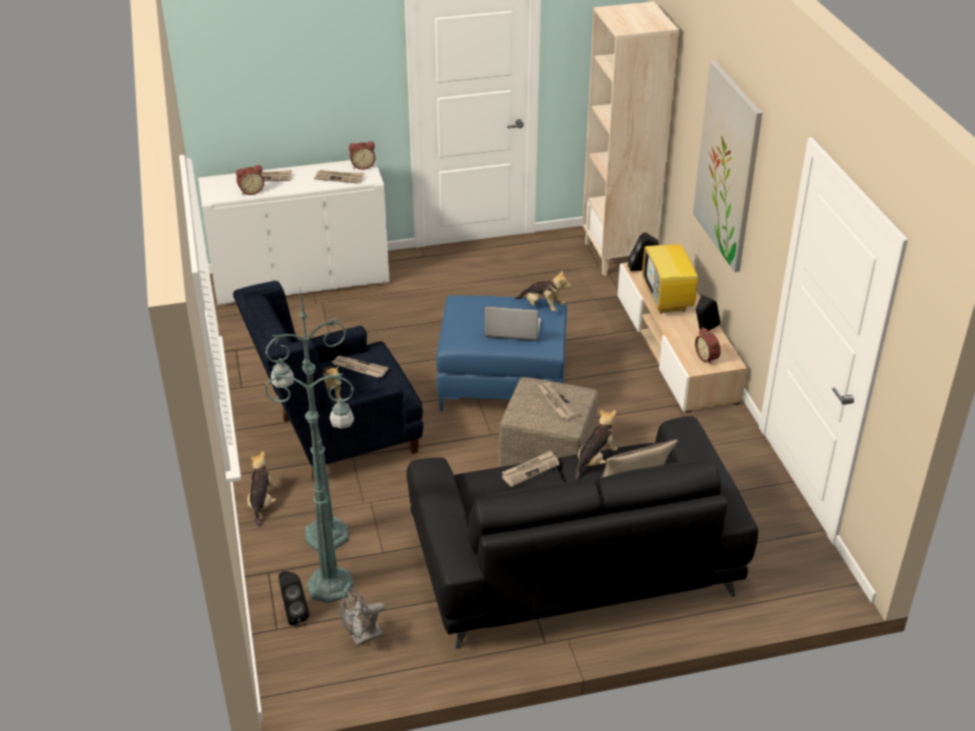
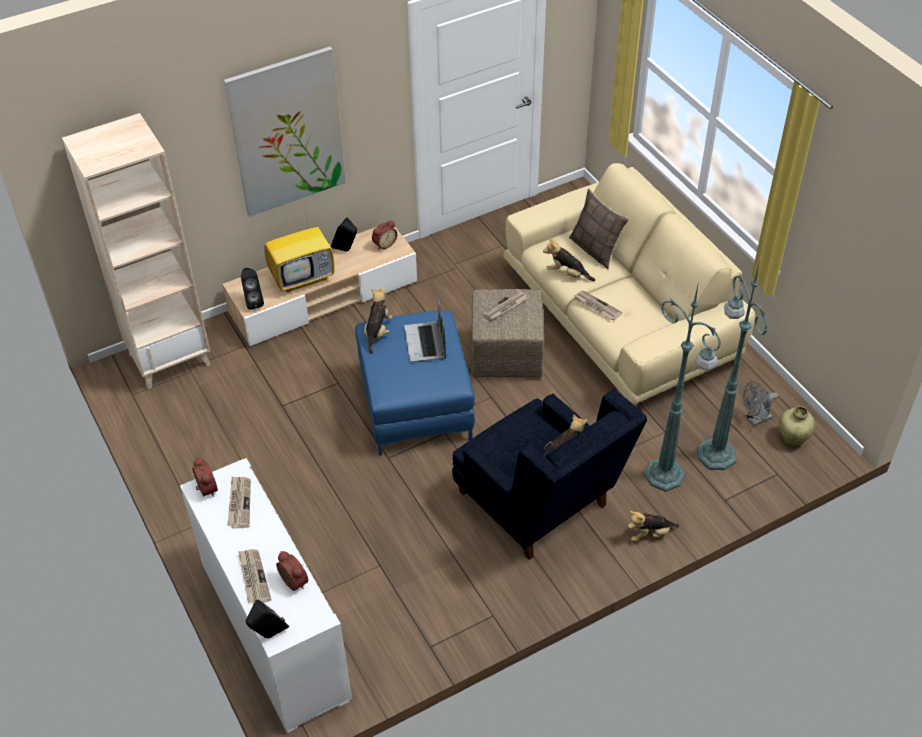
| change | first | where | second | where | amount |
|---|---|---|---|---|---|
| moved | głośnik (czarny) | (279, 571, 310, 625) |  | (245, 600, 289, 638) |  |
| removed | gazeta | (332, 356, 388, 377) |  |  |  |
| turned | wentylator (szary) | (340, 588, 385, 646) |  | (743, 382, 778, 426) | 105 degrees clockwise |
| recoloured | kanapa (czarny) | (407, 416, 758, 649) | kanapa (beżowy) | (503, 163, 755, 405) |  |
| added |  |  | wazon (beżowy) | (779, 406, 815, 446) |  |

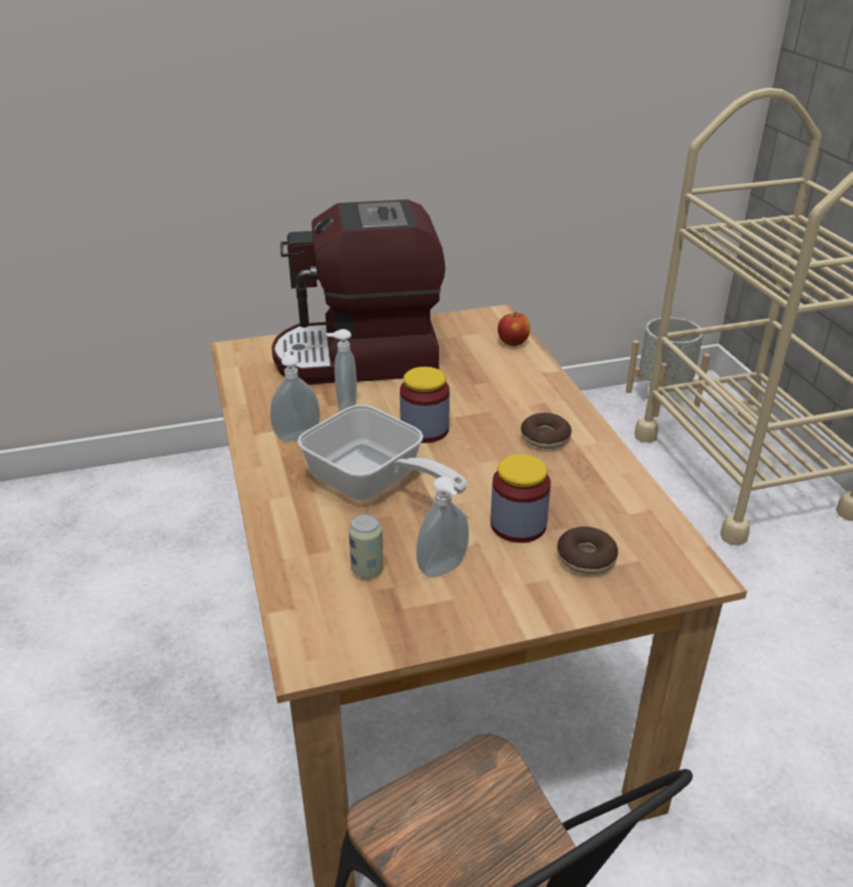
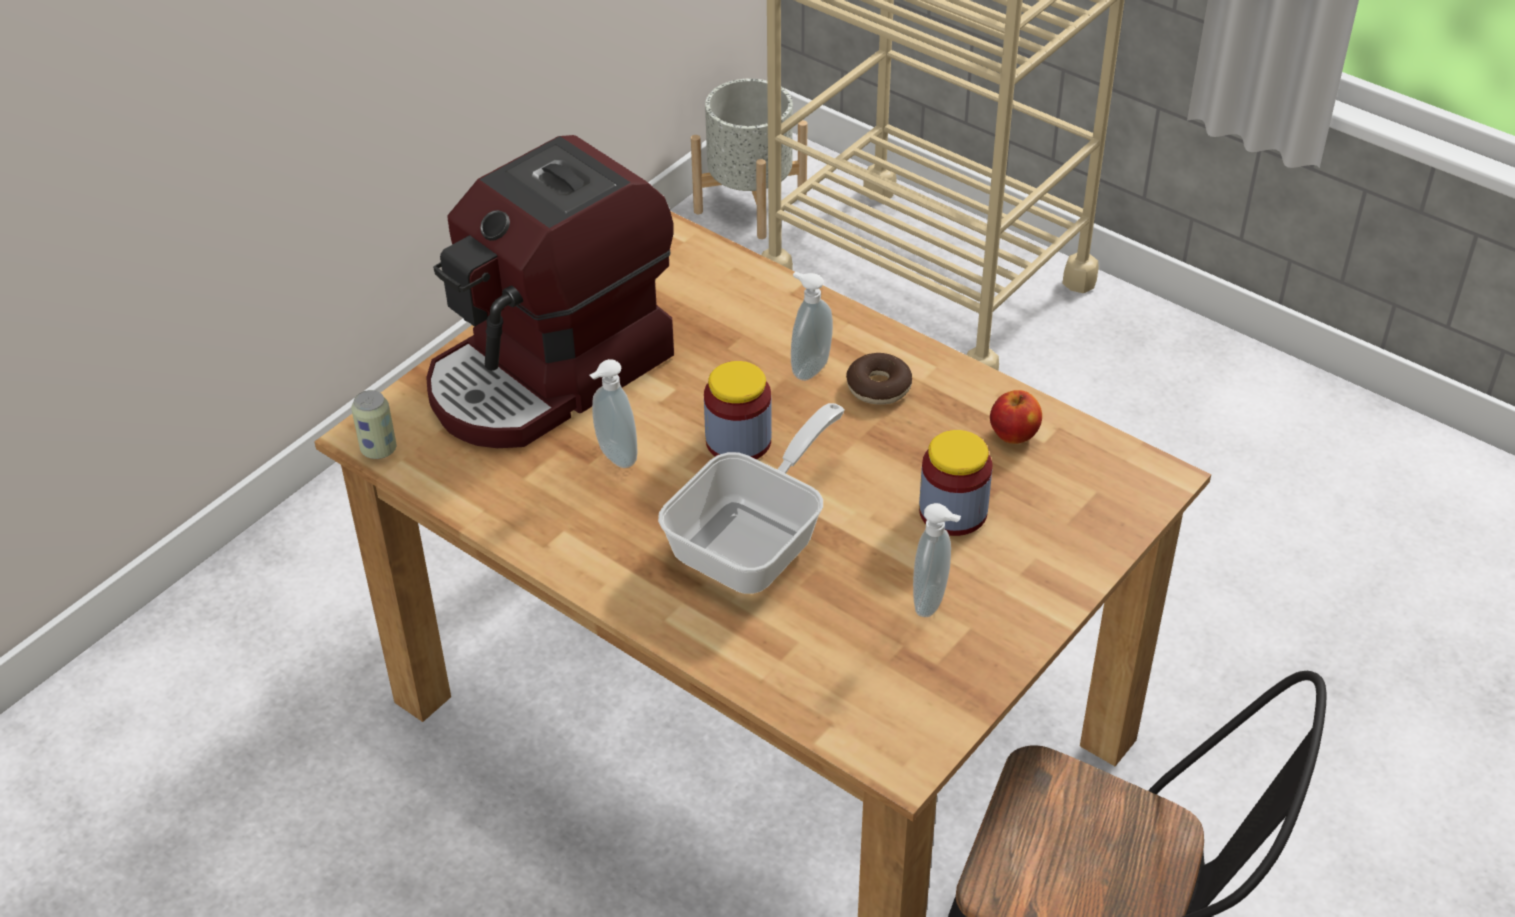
| change | first | where | second | where | amount |
|---|---|---|---|---|---|
| moved | dozownik mydła | (270, 352, 320, 441) |  | (791, 271, 833, 381) |  |
| turned | patelnia | (297, 405, 467, 500) |  | (658, 403, 845, 594) | 60 degrees counterclockwise |
| moved | puszka | (349, 514, 383, 578) |  | (351, 390, 397, 459) |  |
| moved | jabłko | (498, 312, 530, 346) |  | (990, 390, 1042, 444) |  |
| removed | donut | (557, 527, 618, 574) |  |  |  |

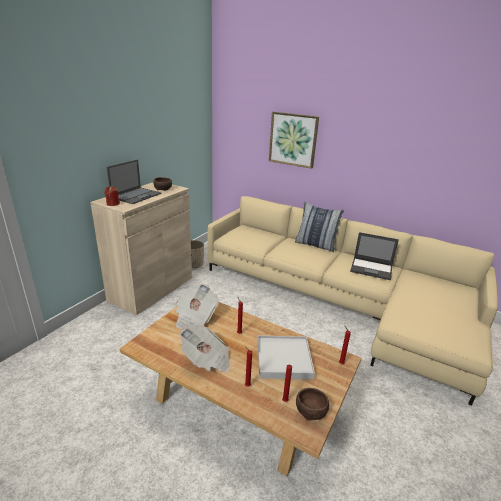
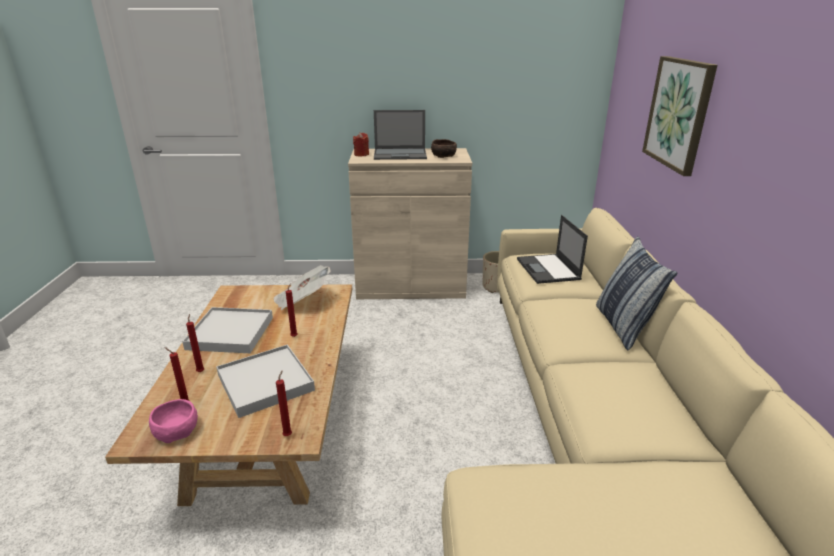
| change | first | where | second | where | amount |
|---|---|---|---|---|---|
| replaced | gazeta | (180, 326, 230, 372) | taca (biały) | (182, 307, 273, 353) |  |
| recoloured | miska (brązowy) | (296, 388, 329, 421) | miska (różowy) | (149, 399, 198, 443) |  |
| moved | laptop | (350, 232, 399, 280) |  | (517, 215, 588, 284) |  |

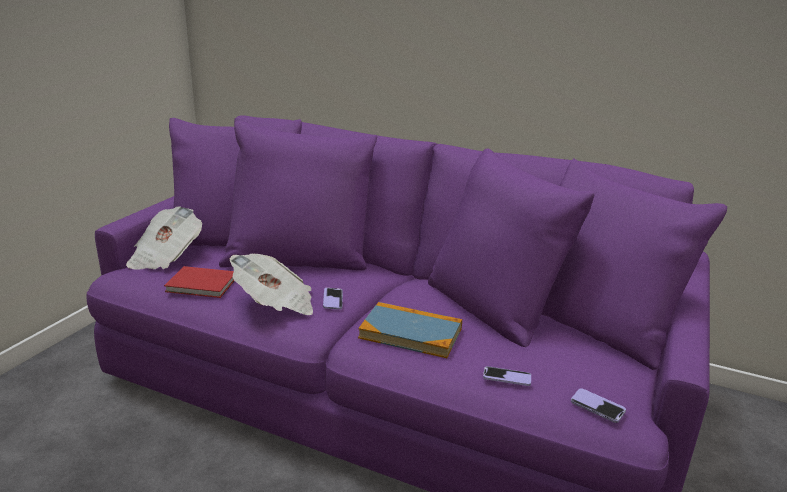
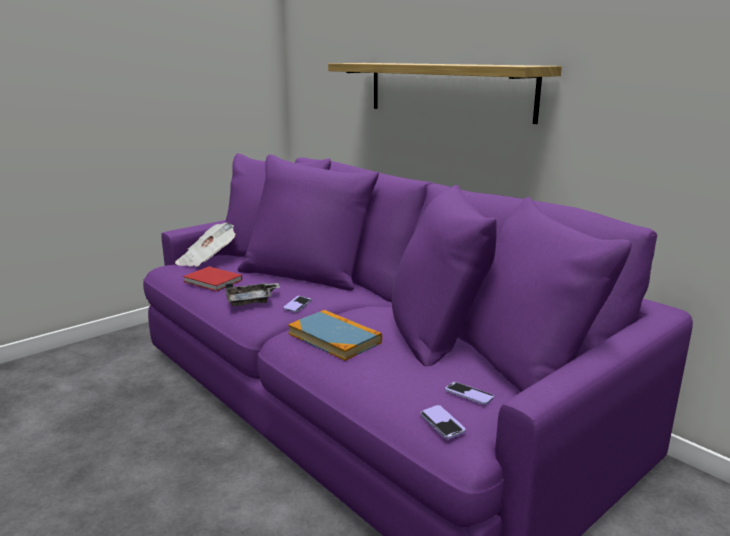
| change | first | where | second | where | amount |
|---|---|---|---|---|---|
| replaced | gazeta | (229, 254, 313, 315) | taca (szary) | (225, 282, 280, 306) |  |
| moved | telefon | (483, 366, 531, 386) |  | (445, 382, 494, 405) |  |
| added |  |  | półka | (328, 63, 562, 124) |  |

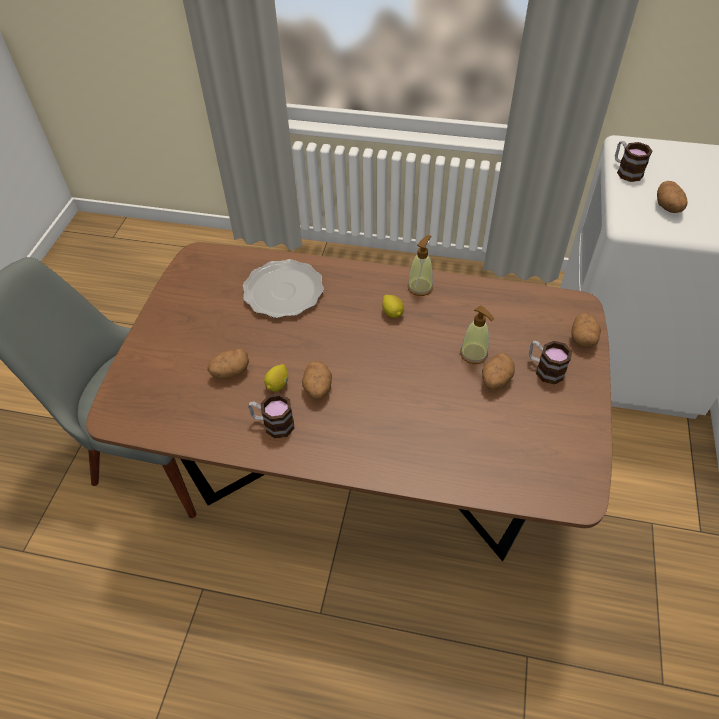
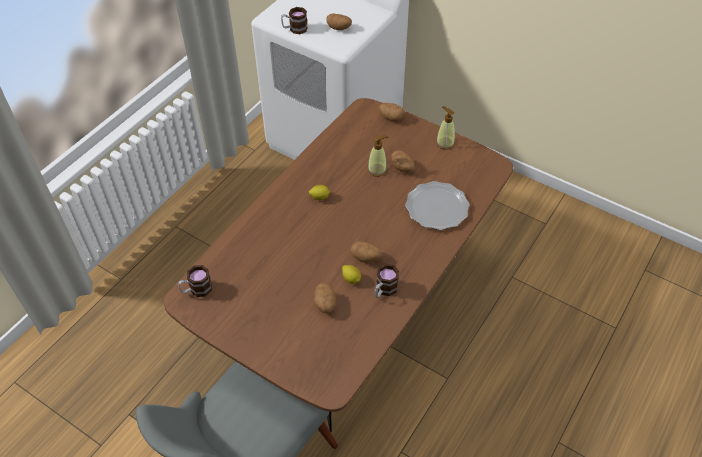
| change | first | where | second | where | amount |
|---|---|---|---|---|---|
| moved | talerz | (243, 259, 324, 318) |  | (405, 181, 470, 230) |  |
| moved | dozownik mydła | (408, 235, 433, 296) |  | (436, 106, 455, 150) |  |
| moved | kubek | (529, 340, 572, 385) |  | (178, 265, 212, 297) |  |

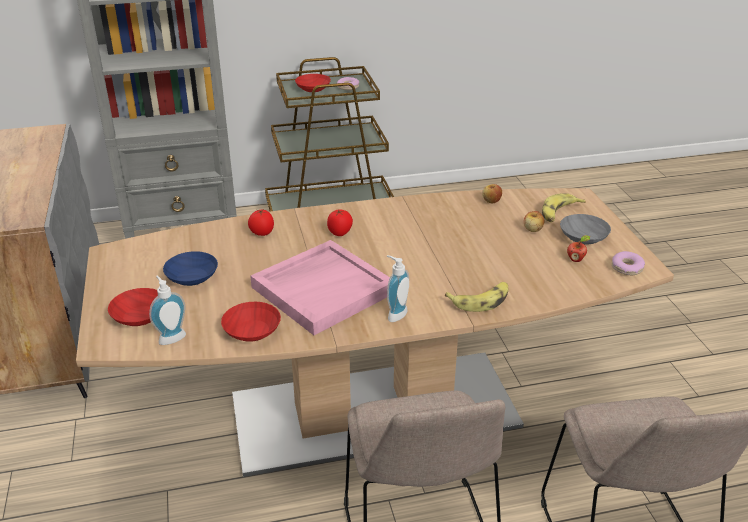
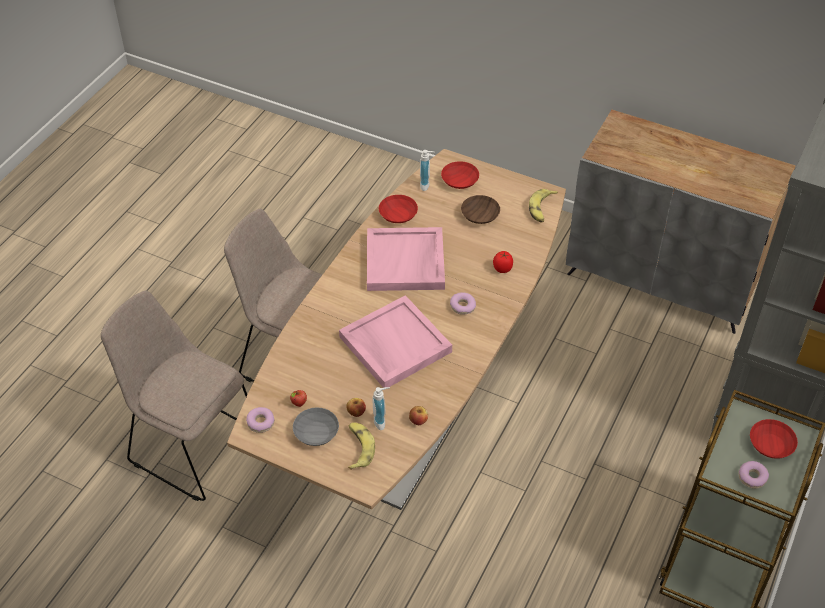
| change | first | where | second | where | amount |
|---|---|---|---|---|---|
| recoloured | miska (niebieski) | (163, 251, 218, 286) | miska (brązowy) | (461, 195, 500, 224) |  |
| replaced | pomidor | (327, 209, 353, 236) | donut | (450, 292, 476, 315) |  |
| moved | dozownik mydła | (387, 255, 409, 322) |  | (372, 387, 390, 430) |  |
| moved | banan | (445, 282, 508, 312) |  | (529, 189, 558, 222) |  |
| added |  |  | taca (różowy) | (339, 295, 452, 388) |  |

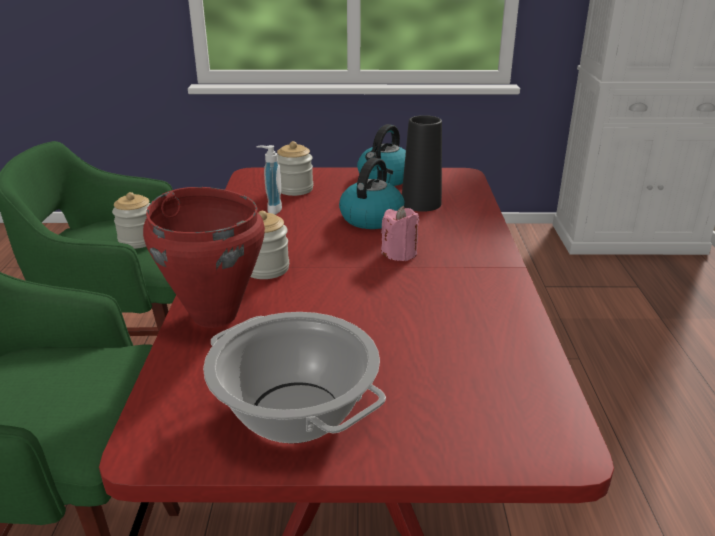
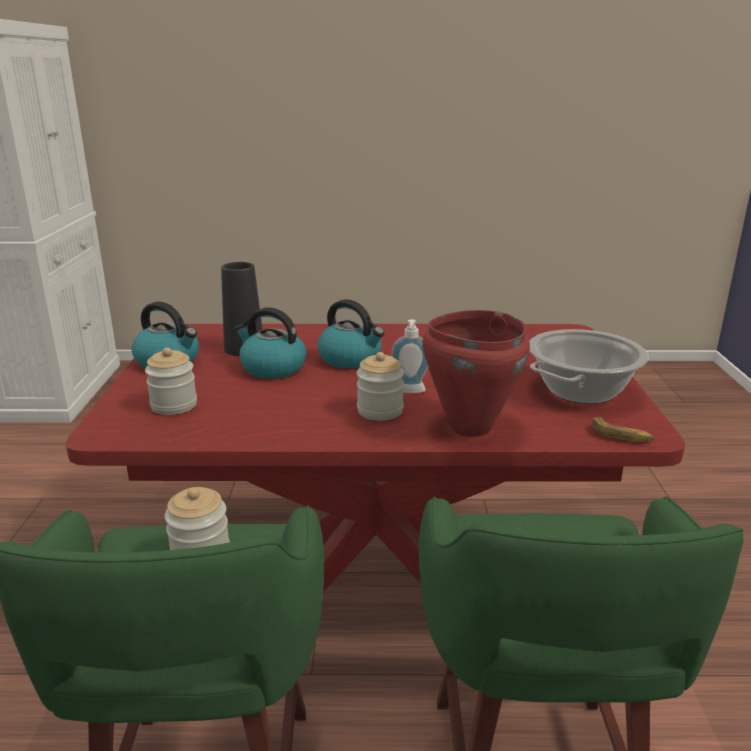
| change | first | where | second | where | amount |
|---|---|---|---|---|---|
| moved | dozownik mydła | (256, 145, 282, 215) |  | (391, 319, 428, 393) |  |
| replaced | świeca (różowy) | (381, 206, 419, 261) | czajnik | (317, 299, 384, 368) |  |
| added |  |  | banan | (592, 417, 654, 442) |  |

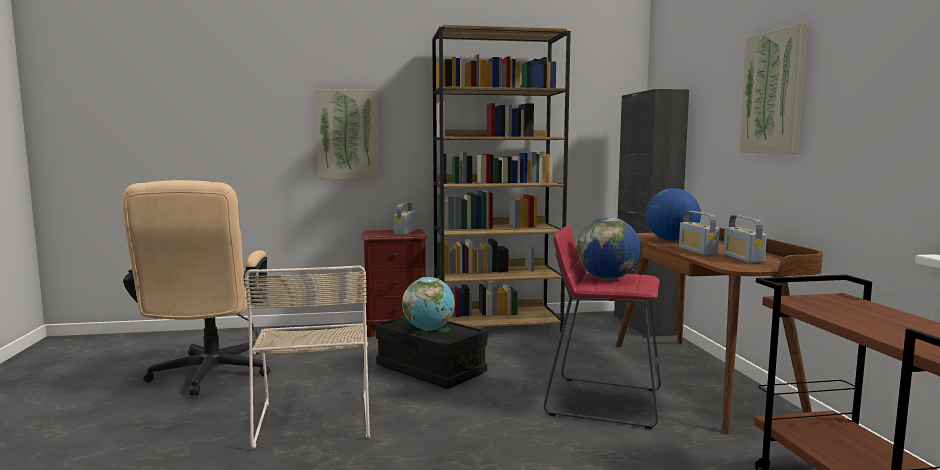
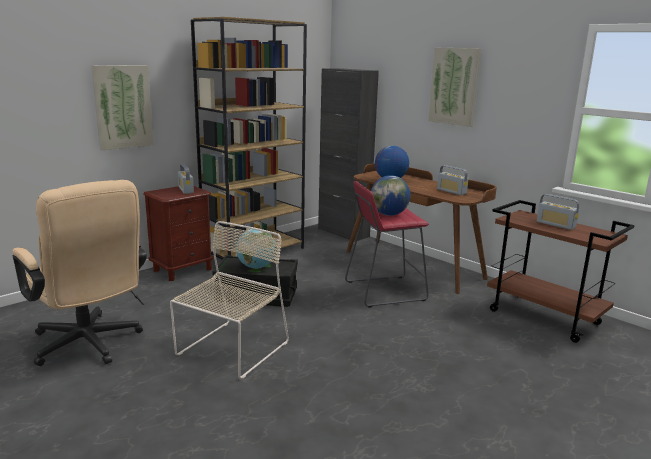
| change | first | where | second | where | amount |
|---|---|---|---|---|---|
| turned | krzesło (beżowy) | (244, 265, 370, 449) |  | (170, 221, 289, 379) | 105 degrees counterclockwise |
| moved | radio | (679, 211, 720, 255) |  | (537, 194, 579, 230) |  |

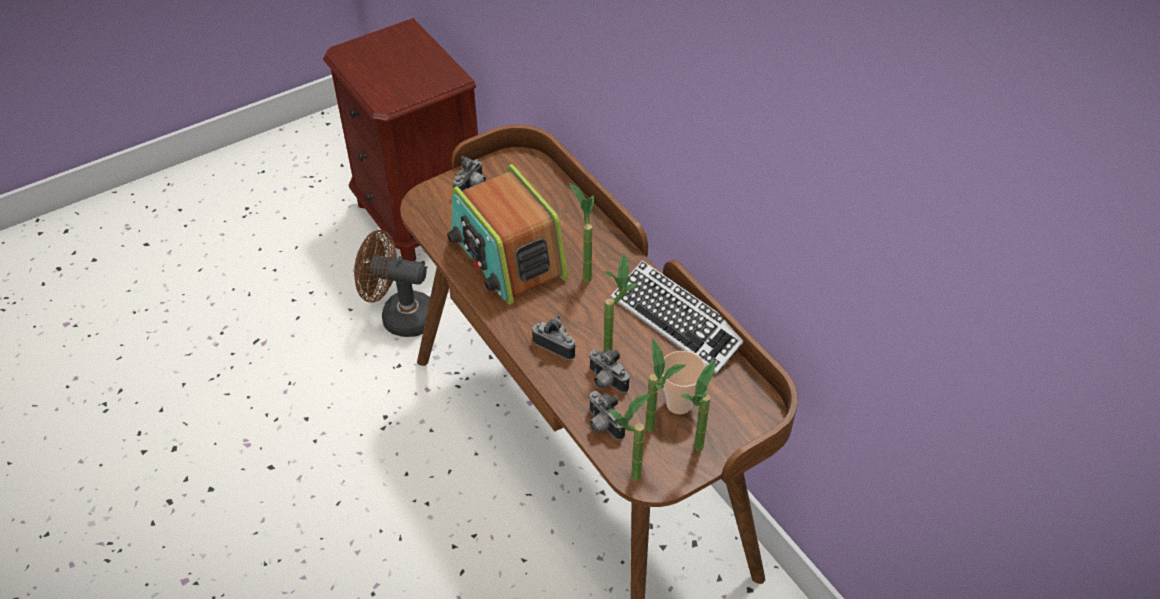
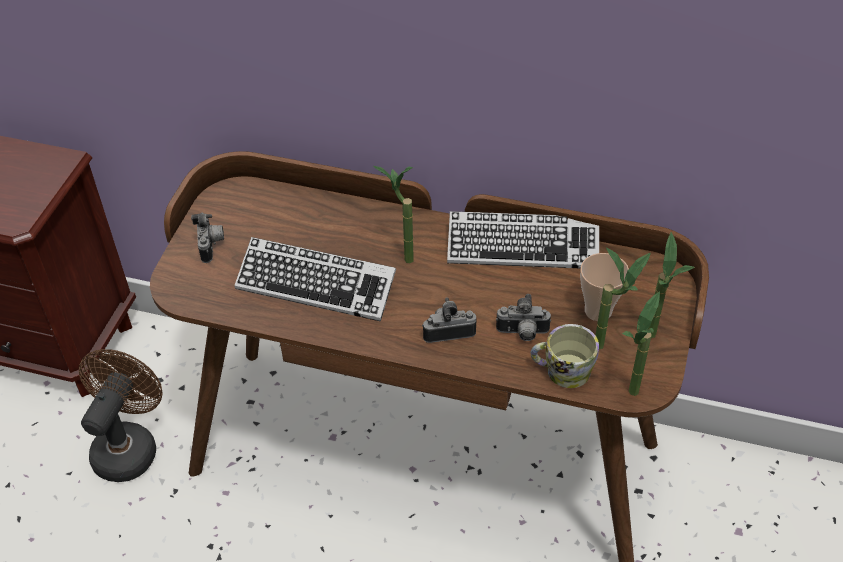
| change | first | where | second | where | amount |
|---|---|---|---|---|---|
| turned | wentylator (brązowy) | (354, 230, 430, 337) |  | (79, 349, 163, 482) | 135 degrees clockwise |
| replaced | radio | (447, 164, 568, 305) | klawiatura | (234, 237, 396, 322) |  |
| replaced | aparat fotograficzny | (589, 391, 625, 440) | kubek | (530, 324, 599, 388) |  |
| removed | roślina doniczkowa | (604, 253, 638, 351) |  |  |  |

